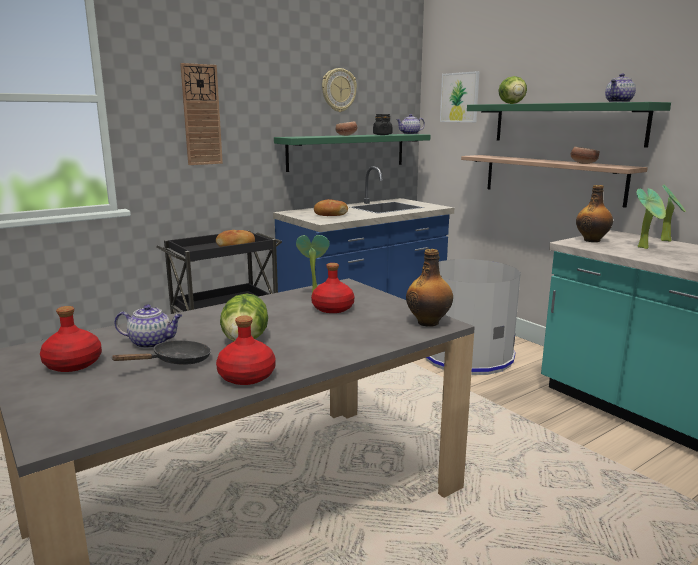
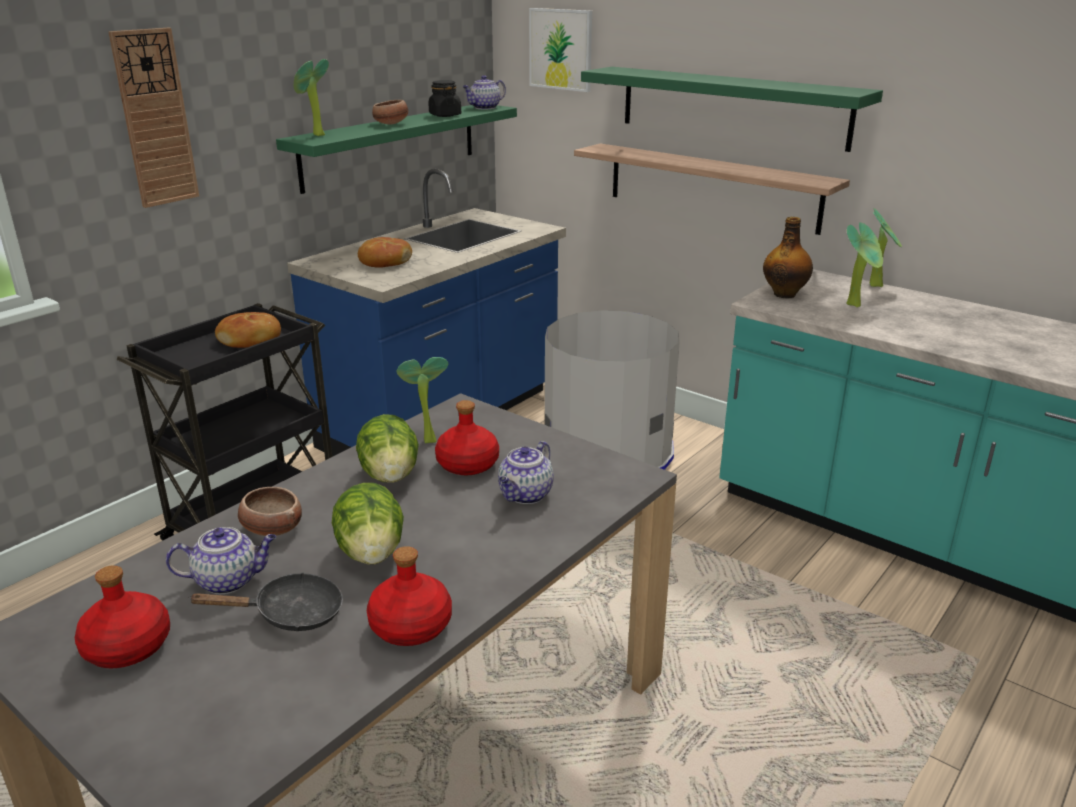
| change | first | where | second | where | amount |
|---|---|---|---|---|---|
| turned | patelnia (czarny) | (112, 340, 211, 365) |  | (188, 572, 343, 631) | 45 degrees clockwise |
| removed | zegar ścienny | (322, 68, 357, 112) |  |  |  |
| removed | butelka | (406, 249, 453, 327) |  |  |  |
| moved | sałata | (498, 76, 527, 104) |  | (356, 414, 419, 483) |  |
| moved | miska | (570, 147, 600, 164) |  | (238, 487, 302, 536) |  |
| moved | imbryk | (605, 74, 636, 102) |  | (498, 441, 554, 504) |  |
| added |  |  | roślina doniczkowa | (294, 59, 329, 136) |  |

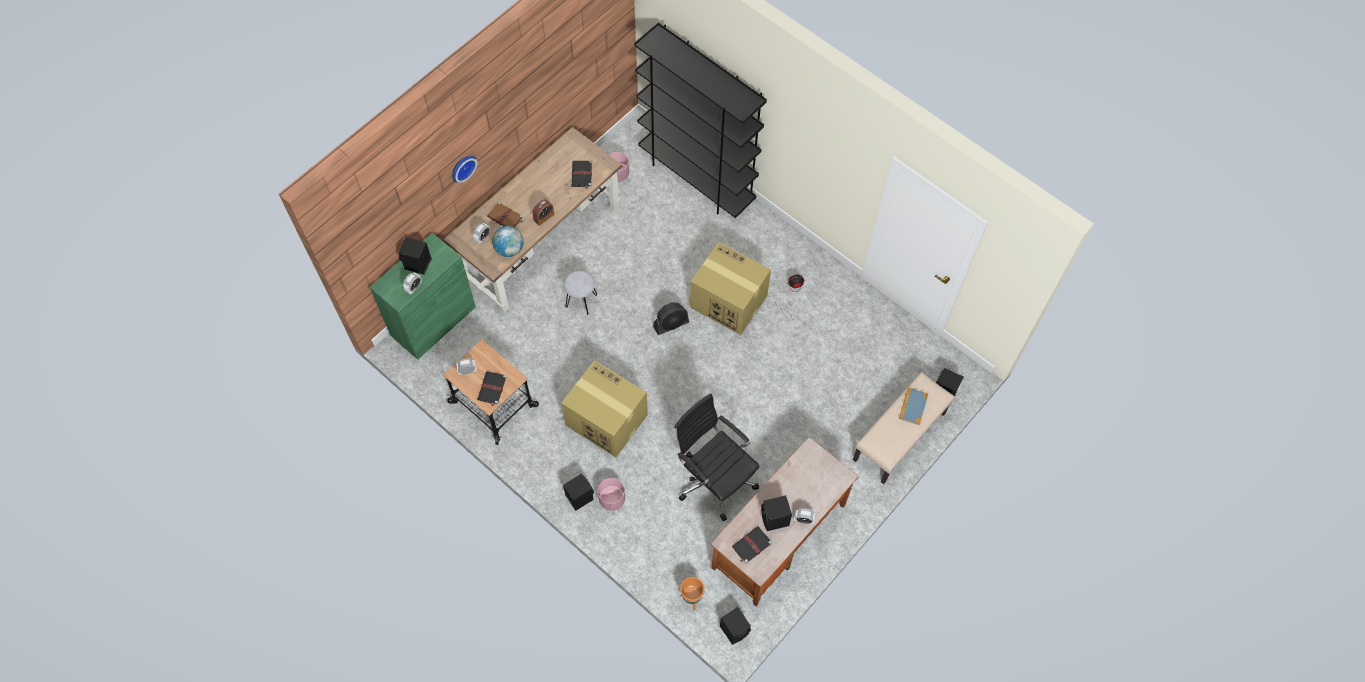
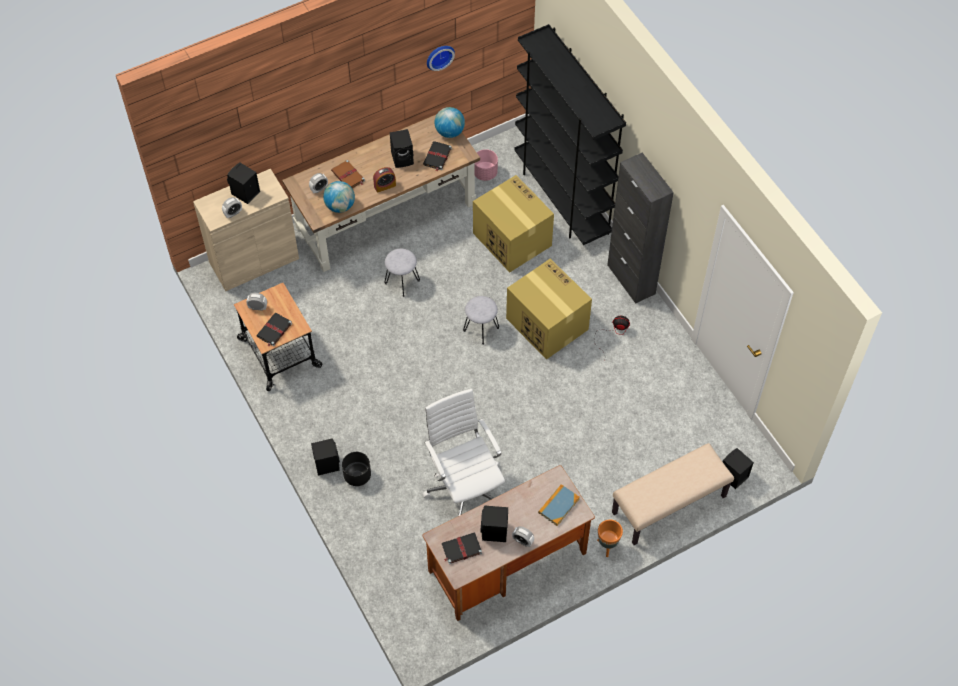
| change | first | where | second | where | amount |
|---|---|---|---|---|---|
| recoloured | szafka (zielony) | (370, 233, 476, 360) | szafka (beżowy) | (193, 169, 299, 291) |  |
| moved | zegar ścienny | (452, 155, 477, 183) |  | (427, 46, 455, 71) |  |
| moved | karton | (561, 360, 648, 457) |  | (473, 175, 554, 273) |  |
| recoloured | donica (różowy) | (598, 478, 625, 511) | donica (czarny) | (342, 452, 371, 486) |  |
| replaced | wentylator (czarny) | (653, 302, 689, 335) | stołek (szary) | (463, 296, 499, 345) |  |
| recoloured | krzesło biurowe (czarny) | (674, 393, 759, 521) | krzesło biurowe (biały) | (422, 389, 505, 516) |  |
| moved | donica (pomarańczowy) | (680, 577, 705, 610) |  | (597, 520, 623, 557) |  |
| moved | głośnik (czarny) | (720, 607, 751, 645) |  | (390, 129, 414, 168) |  |
| moved | książka | (899, 388, 928, 425) |  | (538, 484, 580, 526) |  |
| added |  |  | globus | (434, 107, 465, 138) |  |
| added |  |  | szafka (czarny) | (607, 153, 674, 304) |  |

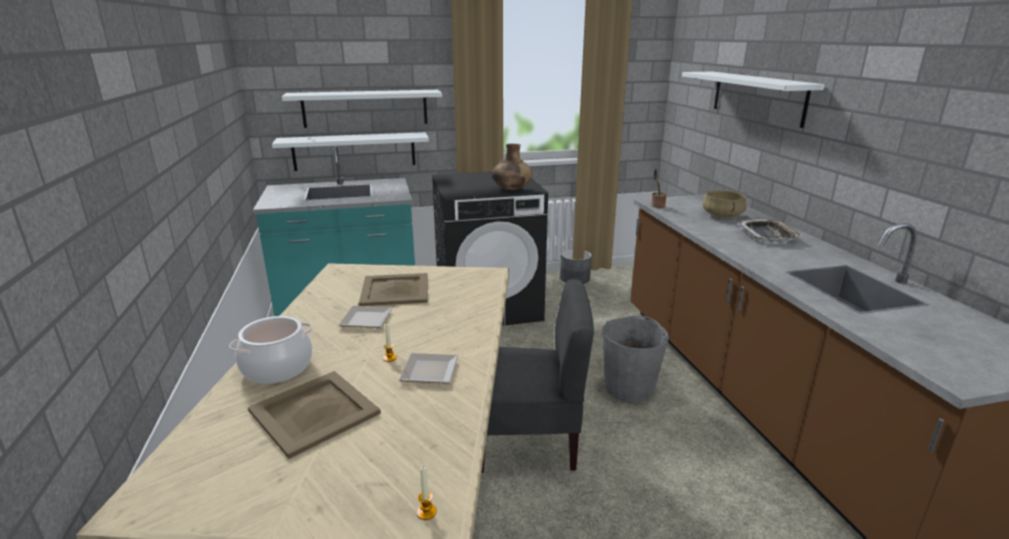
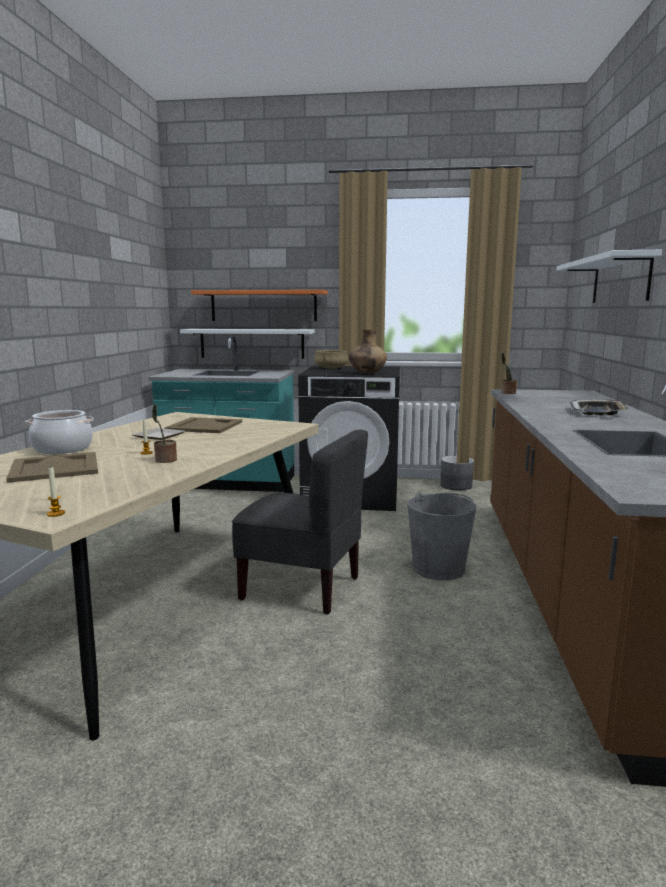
| change | first | where | second | where | amount |
|---|---|---|---|---|---|
| recoloured | półka (biały) | (282, 90, 442, 128) | półka (pomarańczowy) | (191, 290, 328, 321) |  |
| replaced | talerz | (399, 353, 458, 384) | roślina doniczkowa | (152, 404, 177, 463) |  |
| moved | garnek (beżowy) | (702, 190, 746, 217) |  | (314, 350, 348, 369) |  |

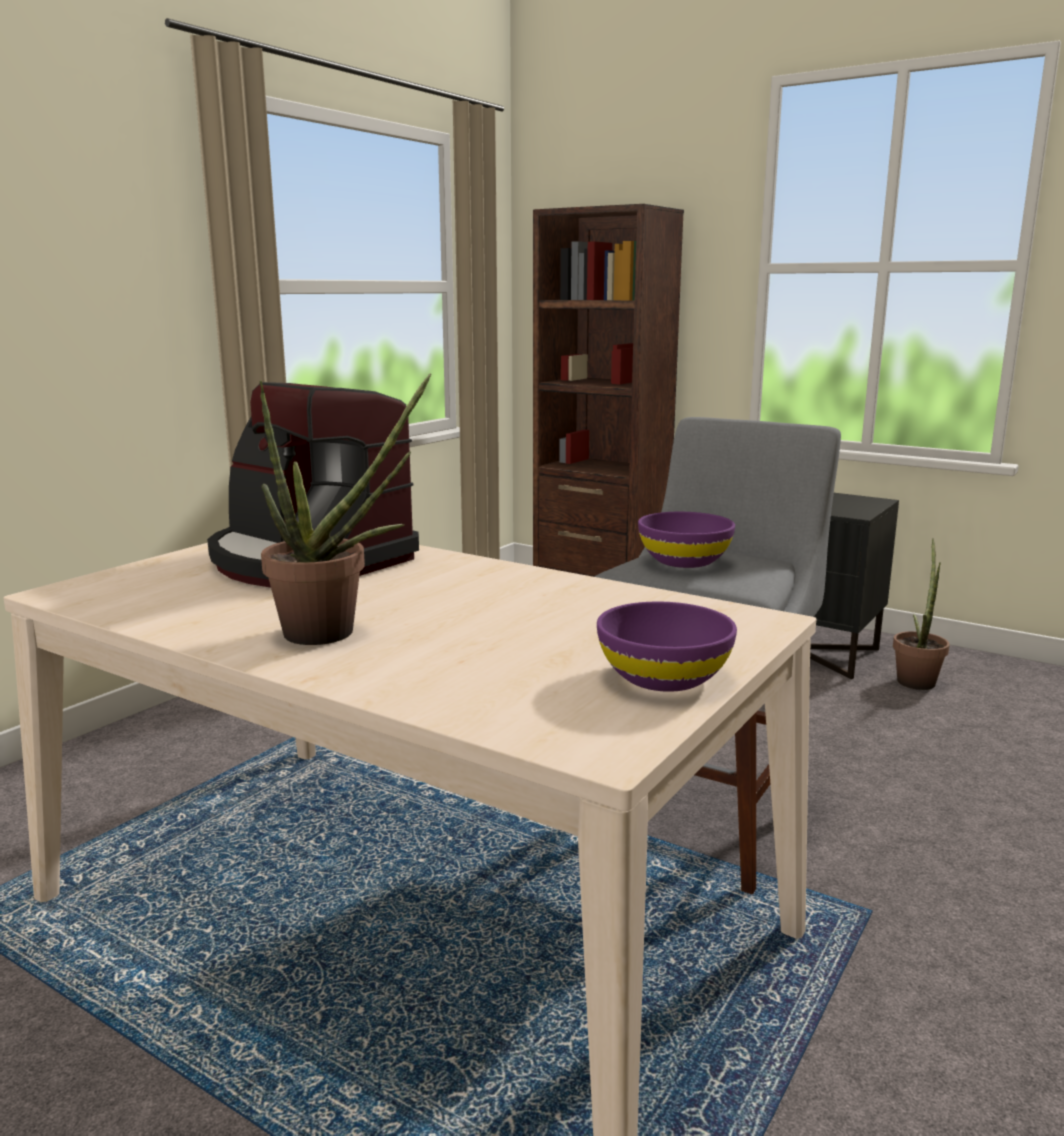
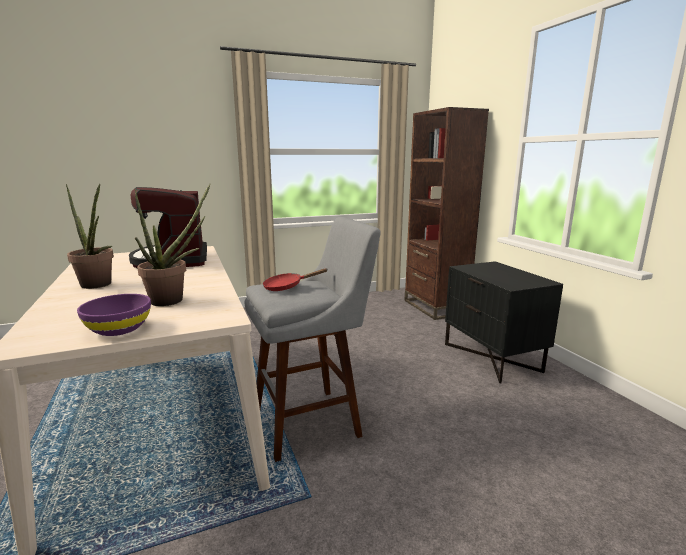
| change | first | where | second | where | amount |
|---|---|---|---|---|---|
| replaced | miska (fioletowy) | (638, 512, 735, 568) | patelnia (czerwony) | (262, 268, 328, 291) |  |
| moved | roślina doniczkowa | (893, 538, 950, 690) |  | (135, 184, 210, 306) |  |

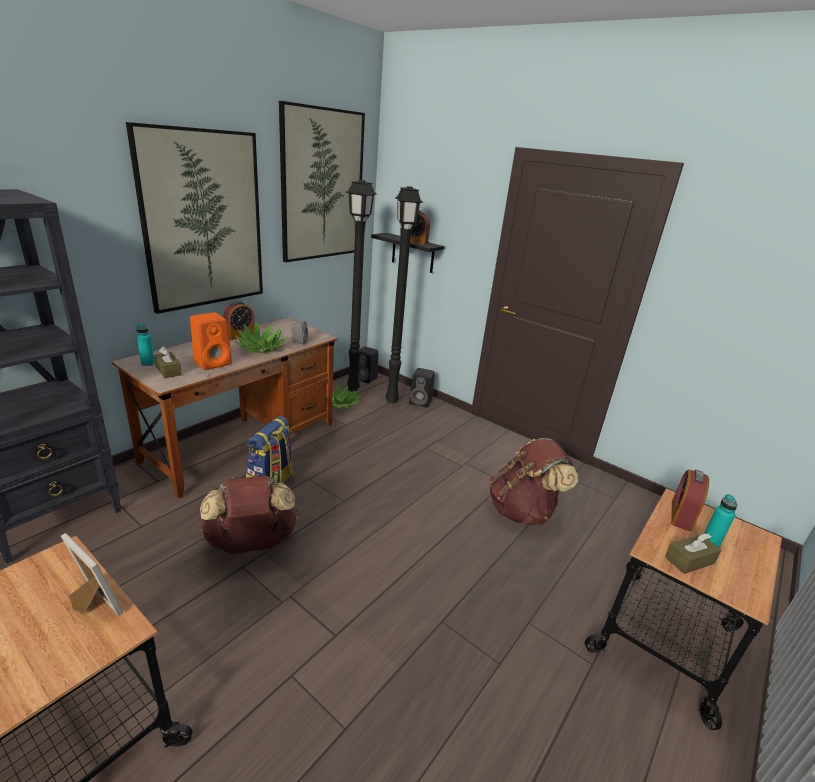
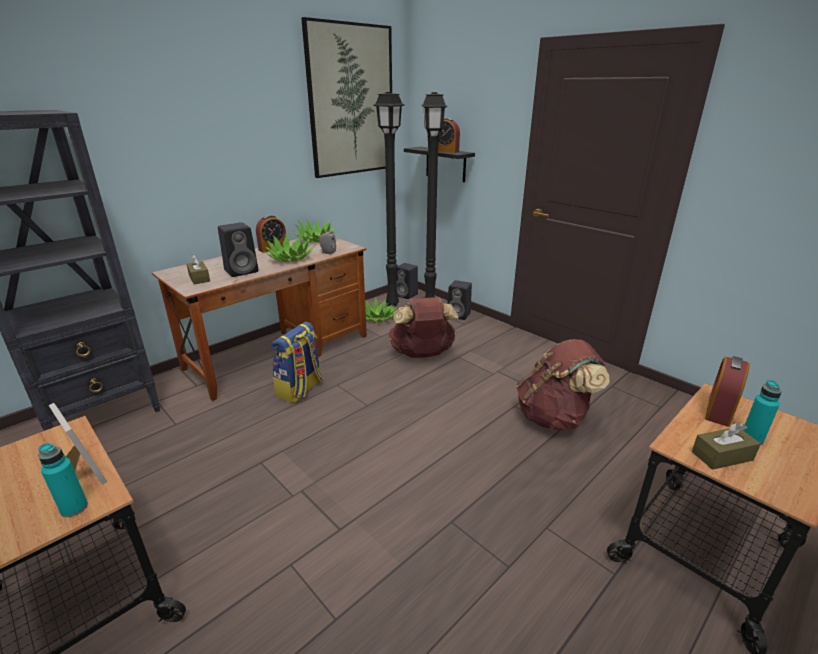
| change | first | where | second | where | amount |
|---|---|---|---|---|---|
| removed | obraz | (126, 122, 263, 314) |  |  |  |
| moved | butelka (turkusowy) | (137, 324, 155, 366) |  | (38, 443, 88, 517) |  |
| recoloured | głośnik (pomarańczowy) | (190, 312, 232, 370) | głośnik (czarny) | (218, 222, 258, 277) |  |
| moved | plecak (brązowy) | (200, 474, 298, 554) |  | (388, 297, 458, 358) |  |
| added |  |  | roślina doniczkowa | (293, 218, 338, 243) |  |

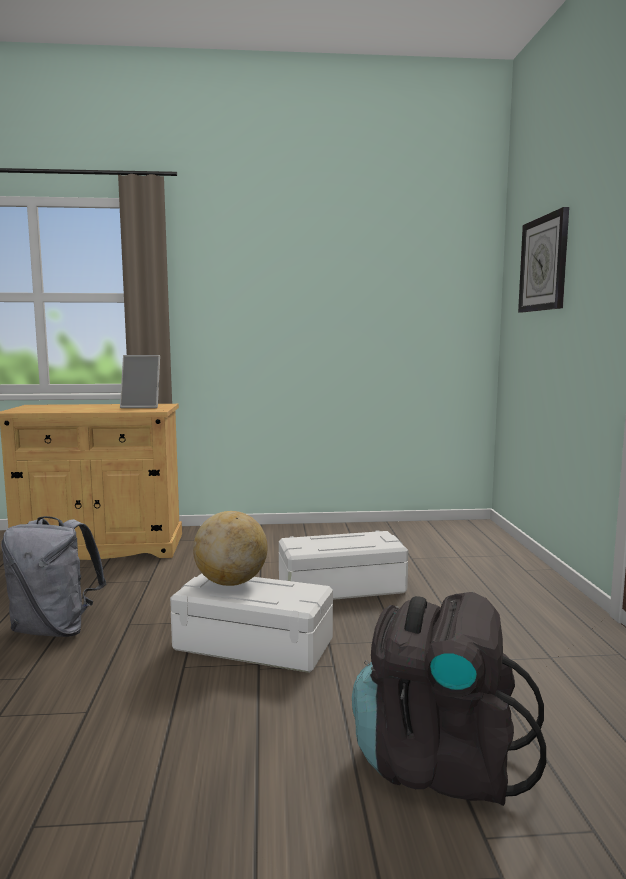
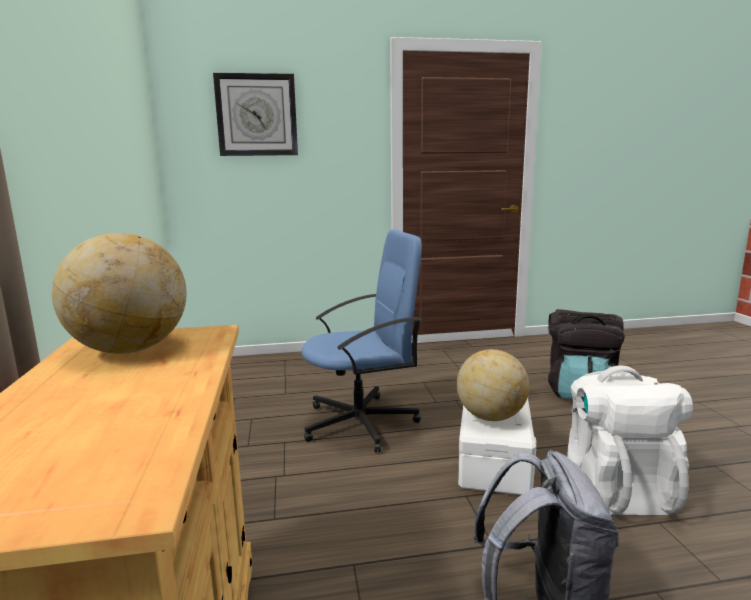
| change | first | where | second | where | amount |
|---|---|---|---|---|---|
| replaced | ramka na zdjęcie | (120, 355, 160, 408) | globus | (52, 233, 186, 354) |  |
| replaced | pojemnik do przechowywania (biały) | (279, 530, 408, 600) | krzesło biurowe (niebieski) | (301, 229, 422, 452) |  |
| added |  |  | plecak (biały) | (567, 365, 693, 515) |  |

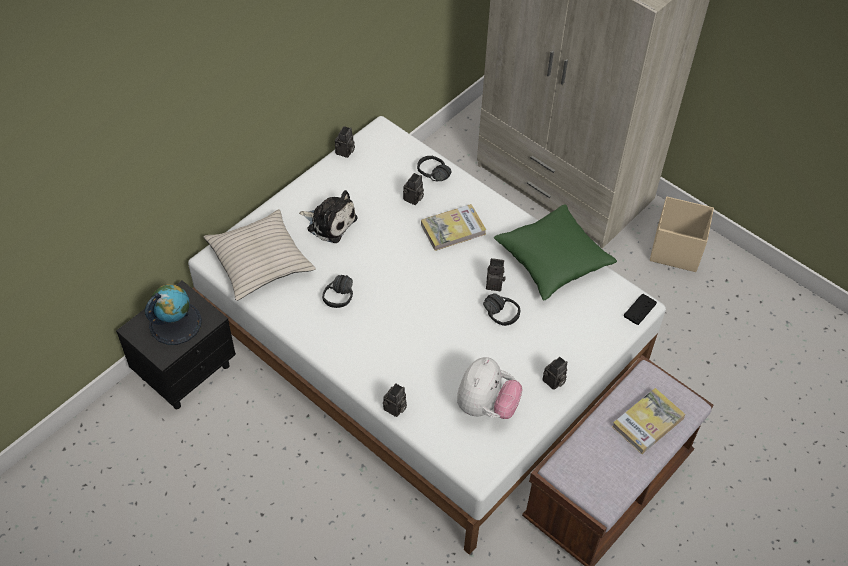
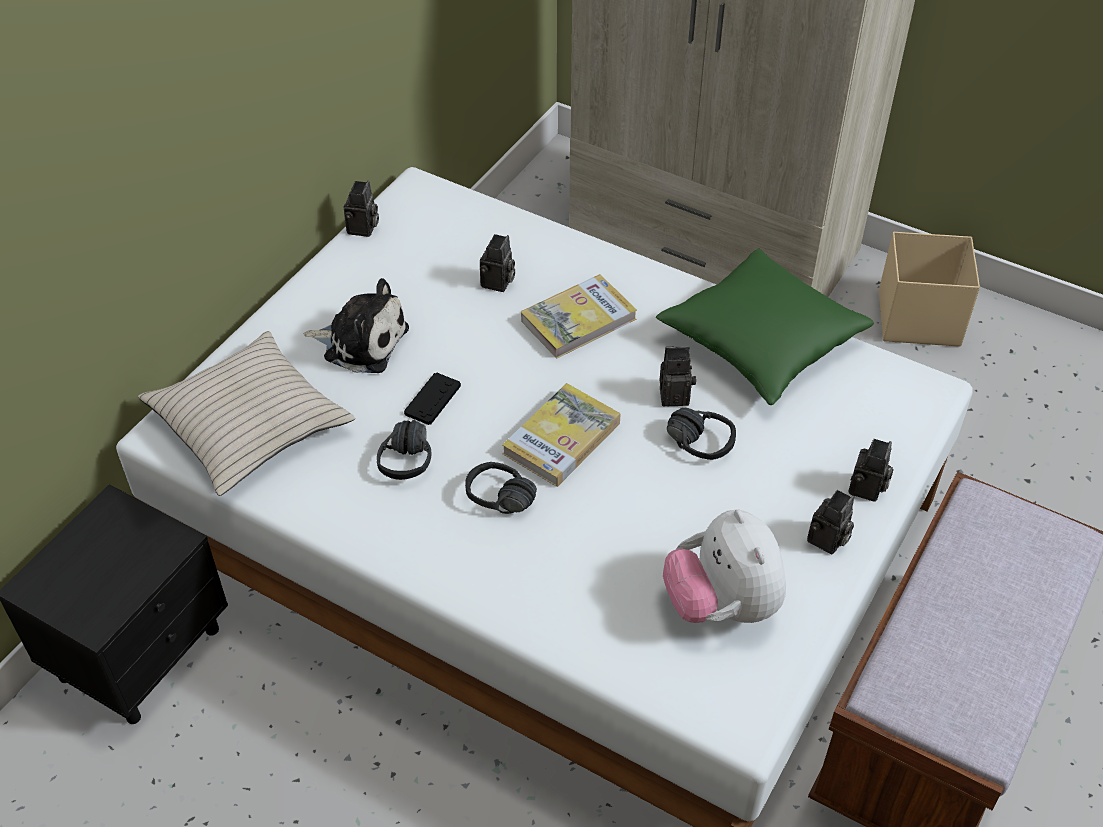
| change | first | where | second | where | amount |
|---|---|---|---|---|---|
| removed | globus | (145, 284, 202, 345) |  |  |  |
| moved | aparat fotograficzny | (383, 383, 407, 417) |  | (848, 439, 894, 502) |  |
| moved | słuchawki (czarny) | (417, 156, 451, 181) |  | (465, 462, 537, 514) |  |
| turned | pluszak | (457, 357, 523, 419) |  | (663, 510, 786, 623) | 150 degrees clockwise |
| moved | książka | (612, 388, 685, 454) |  | (502, 383, 621, 487) |  |
| moved | pad do gier (czarny) | (624, 294, 657, 325) |  | (404, 372, 461, 425) |  |

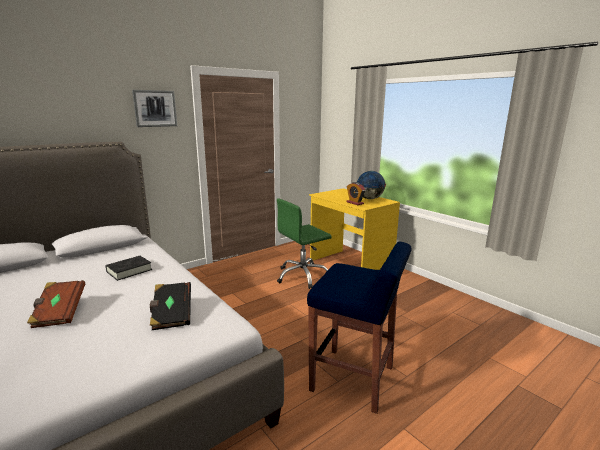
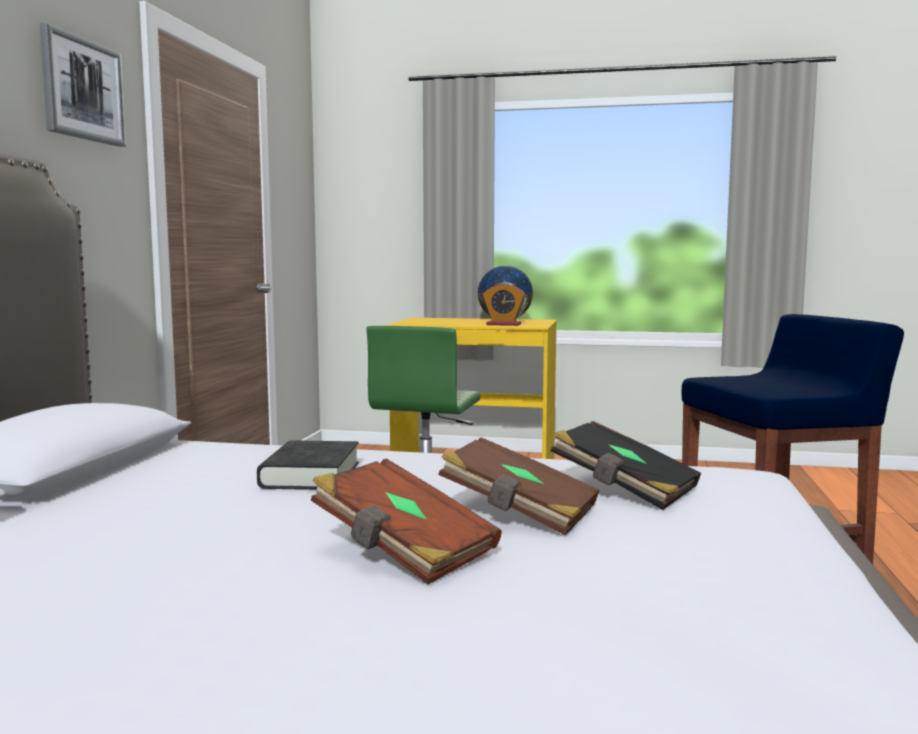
| change | first | where | second | where | amount |
|---|---|---|---|---|---|
| added |  |  | książka (brązowy) | (438, 437, 599, 536) |  |

